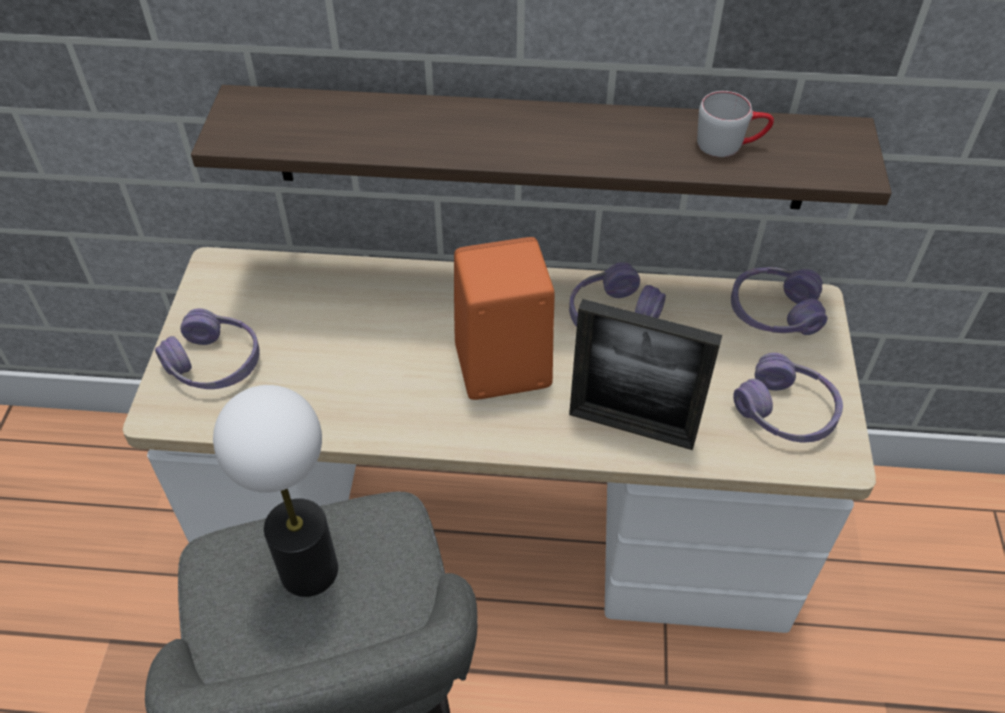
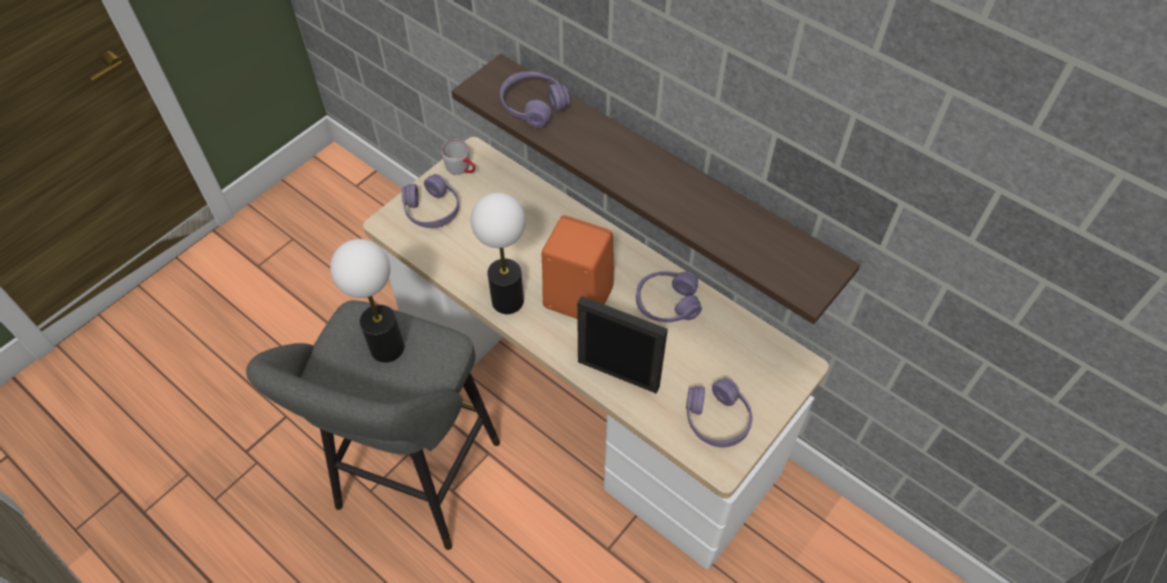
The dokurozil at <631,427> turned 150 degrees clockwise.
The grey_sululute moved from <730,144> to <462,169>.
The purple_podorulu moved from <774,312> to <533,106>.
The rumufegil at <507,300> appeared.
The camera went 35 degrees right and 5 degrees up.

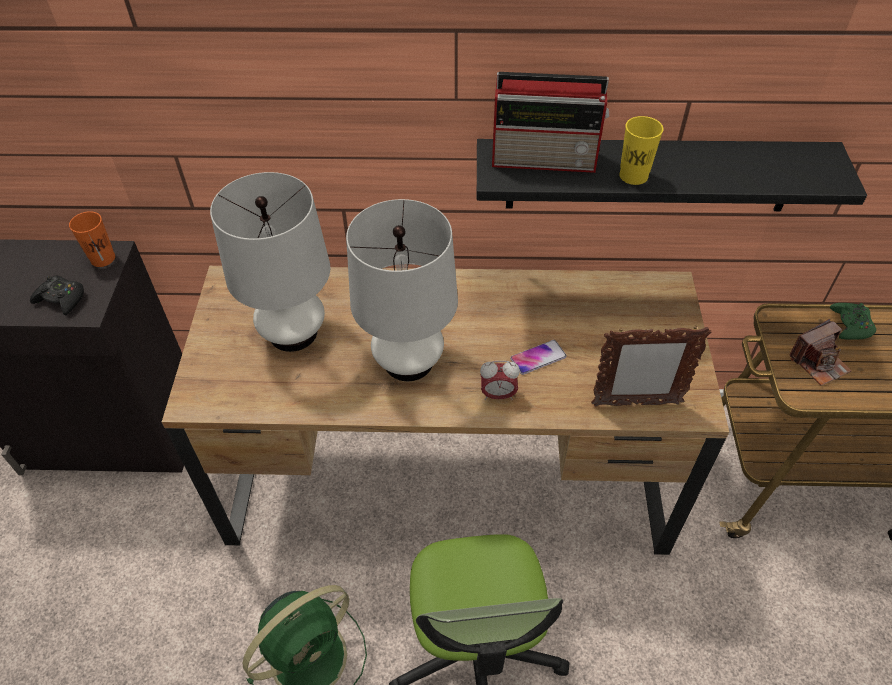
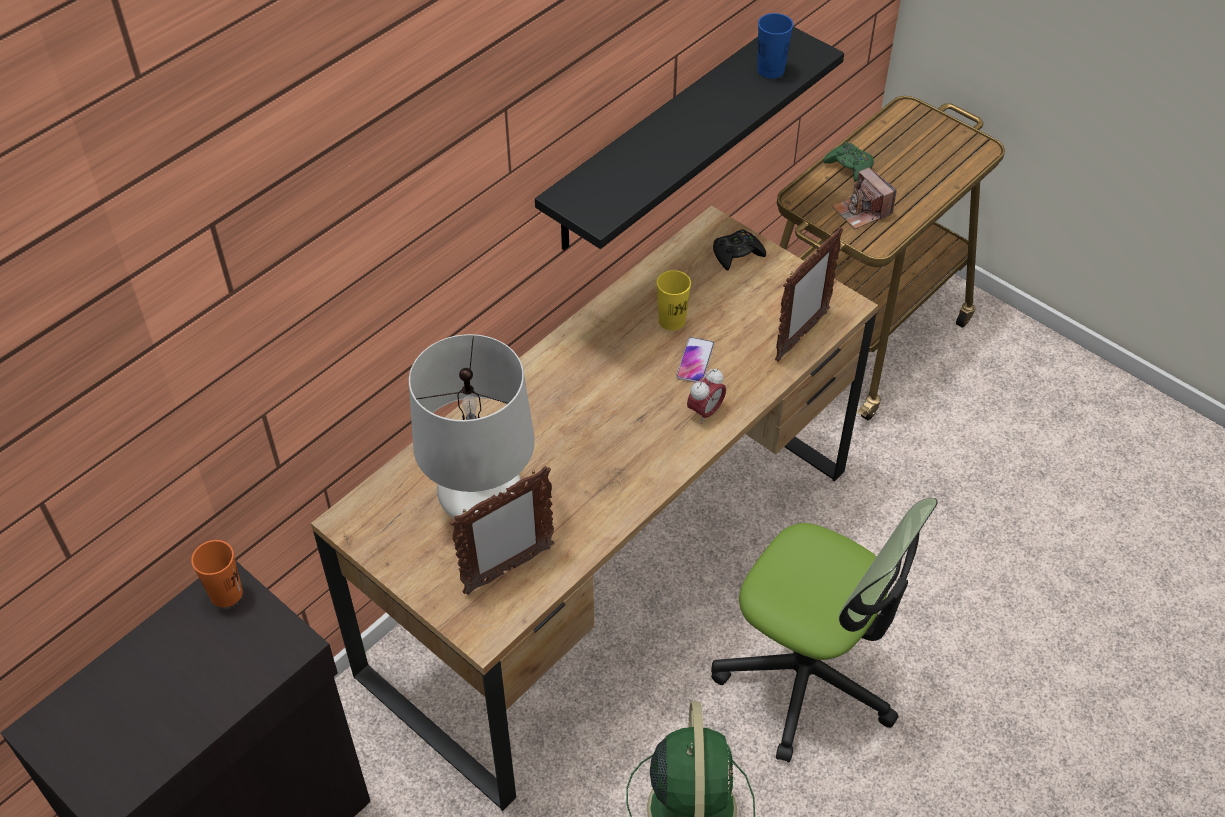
The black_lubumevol moved from <61,299> to <737,254>.
The white_rumufegil at <408,361> disappeared.
The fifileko at <546,159> disappeared.
The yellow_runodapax moved from <633,176> to <672,321>.
The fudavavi at <818,363> turned 135 degrees clockwise.
The dokurozil at <508,570> appeared.
The blue_runodapax at <770,70> appeared.
The camera went 50 degrees left and 0 degrees up.

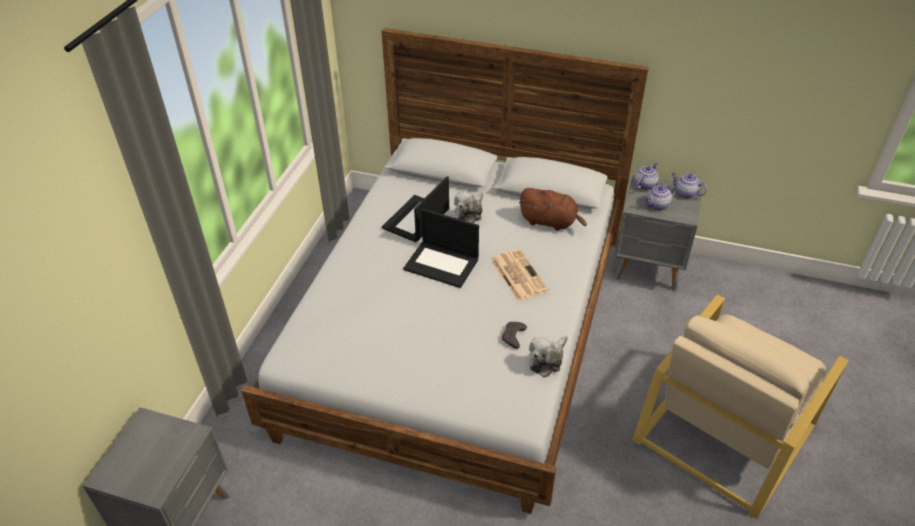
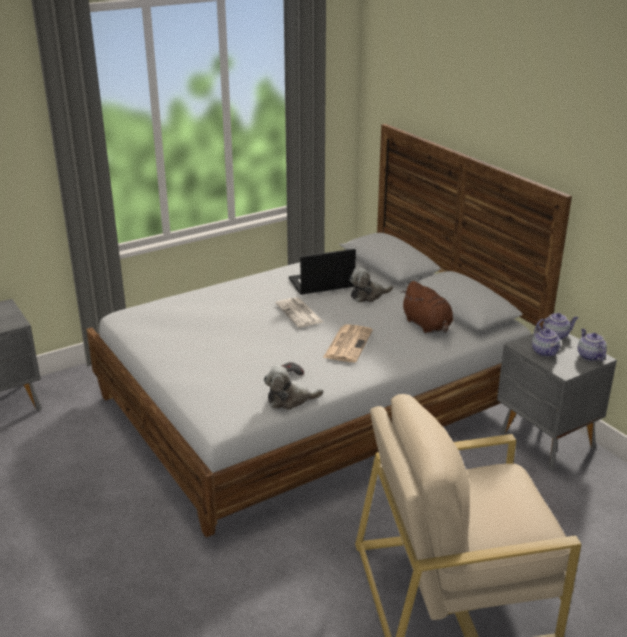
The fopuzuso at <442,264> was replaced by the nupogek at <300,313>.
The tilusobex at <657,205> turned 120 degrees counterclockwise.
The camera went 40 degrees right and 15 degrees down.

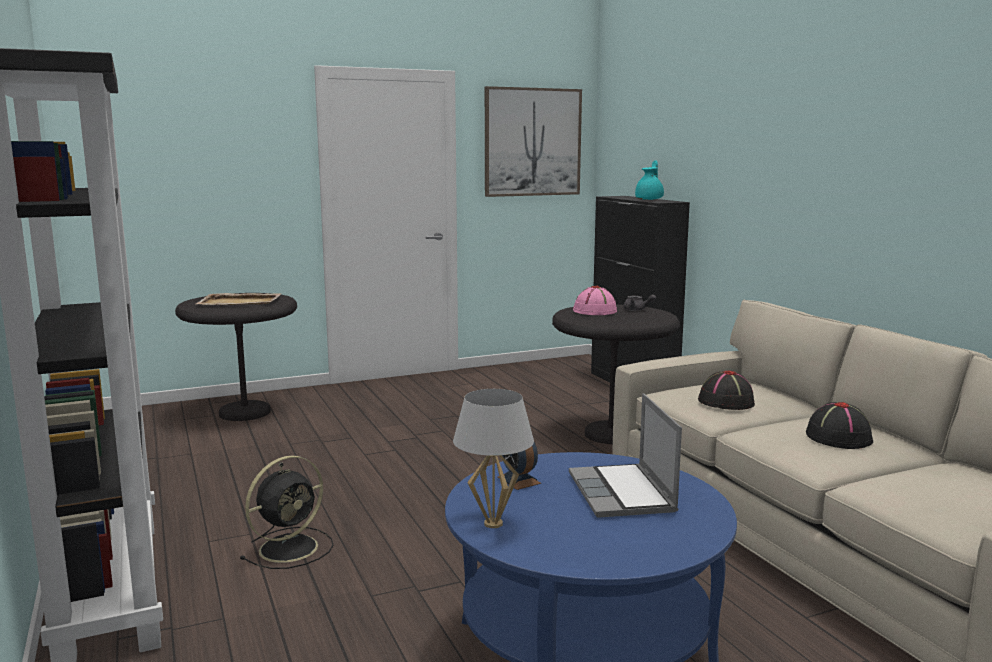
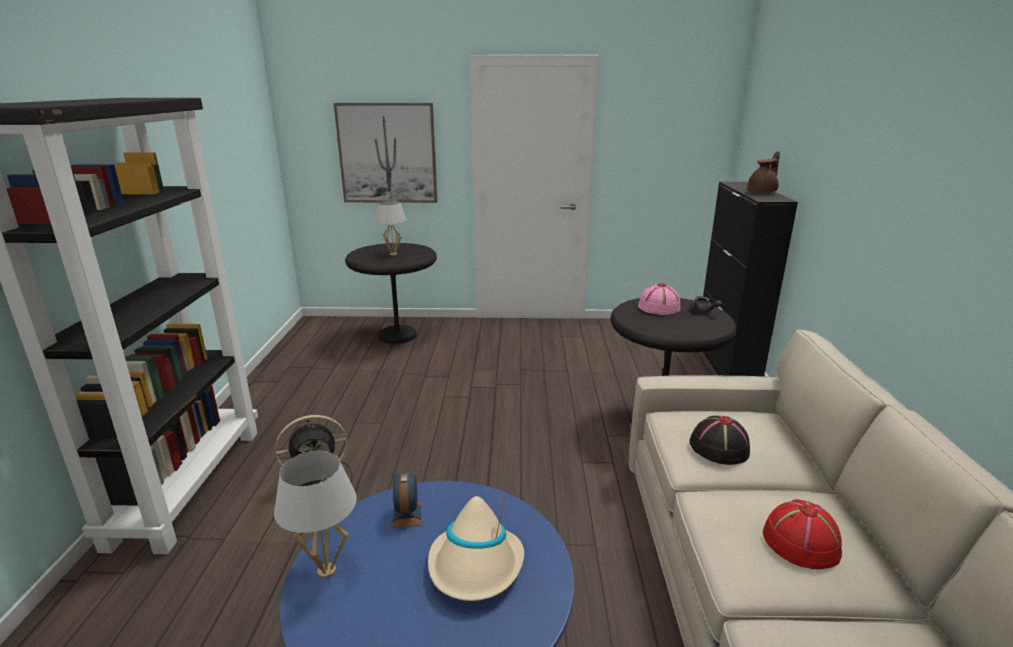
The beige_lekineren at <240,302> was replaced by the white_rumufegil at <393,254>.
The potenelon moved from <532,142> to <387,153>.
The fopuzuso at <623,493> was replaced by the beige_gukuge at <476,567>.
The turquoise_tilusobex at <650,199> became the brown_tilusobex at <762,192>.
The black_gukuge at <838,437> became the red_gukuge at <801,541>.
The camera went 25 degrees right and 10 degrees up.

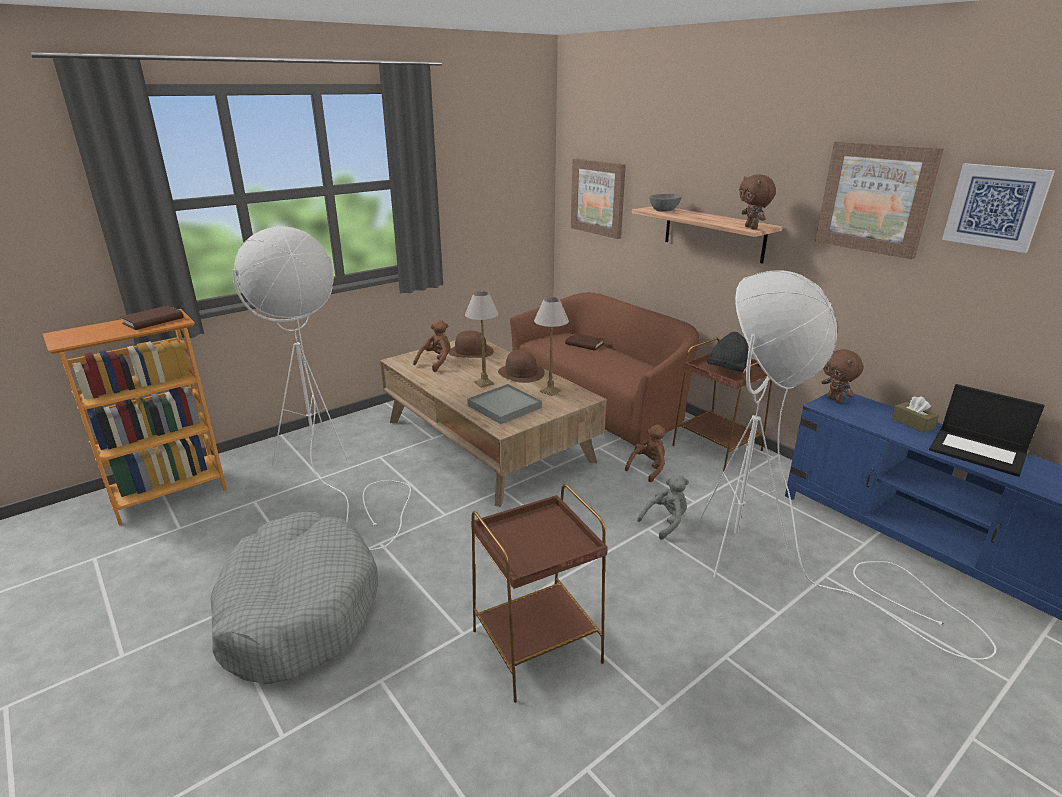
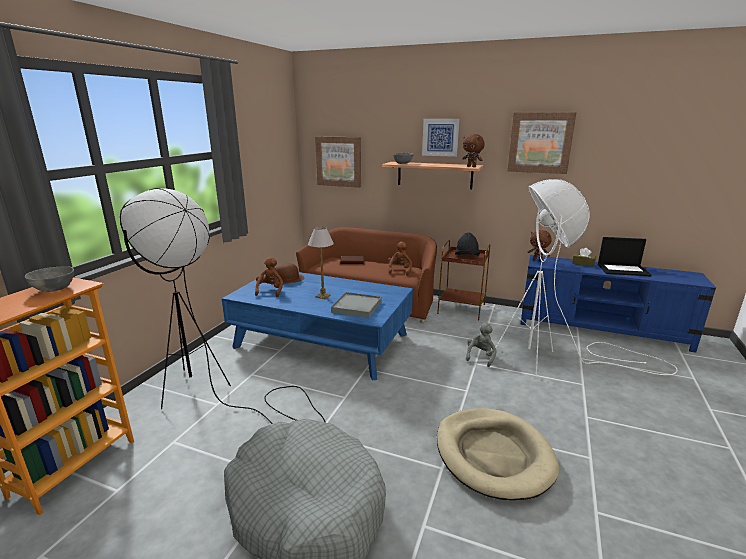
The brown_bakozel at <153,321> was replaced by the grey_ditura at <53,289>.
The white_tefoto at <329,468> became the black_tefoto at <217,395>.
The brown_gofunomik at <488,441> became the blue_gofunomik at <322,341>.
The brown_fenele at <538,646> was replaced by the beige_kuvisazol at <493,455>.
The brown_gukuge at <521,373> disappeared.
The rumufegil at <550,391> disappeared.
The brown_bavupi moved from <648,468> to <399,270>.
The potenelon moved from <995,207> to <440,137>.
The camera went 30 degrees left and 5 degrees down.

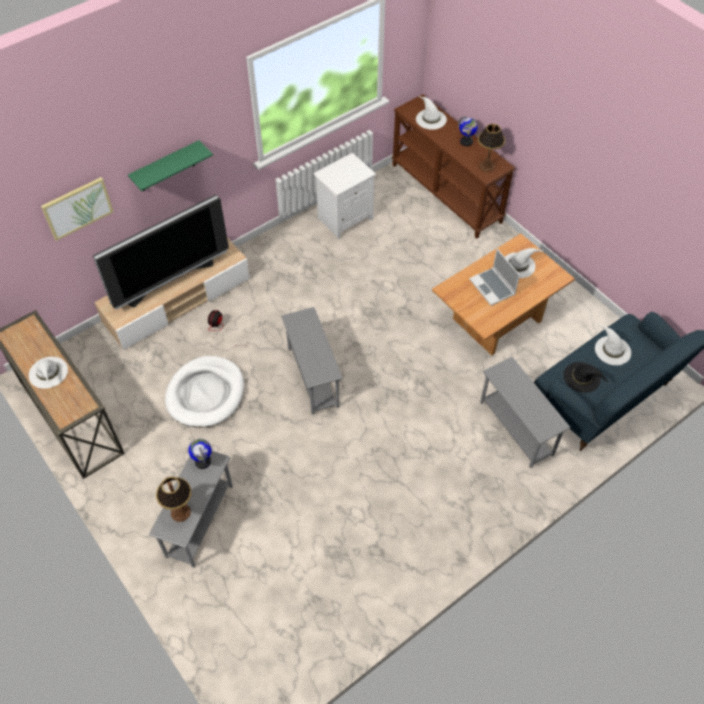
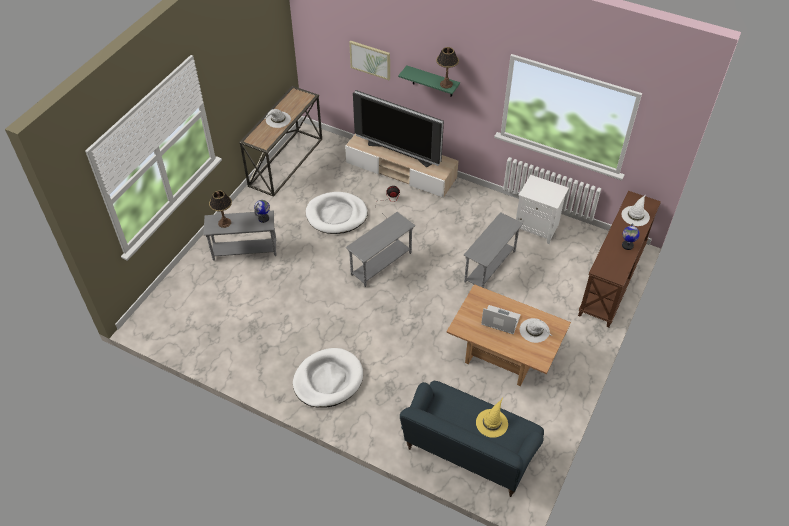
The fopuzuso at <493,287> turned 75 degrees clockwise.
The rumufegil moved from <487,166> to <446,84>.
The grey_fenele moved from <515,429> to <489,266>.
The black_gukuge at <582,377> disappeared.
The white_gukuge at <612,350> became the yellow_gukuge at <492,422>.
The white_kuvisazol at <328,380> appeared.
The camera went 65 degrees right and 5 degrees down.

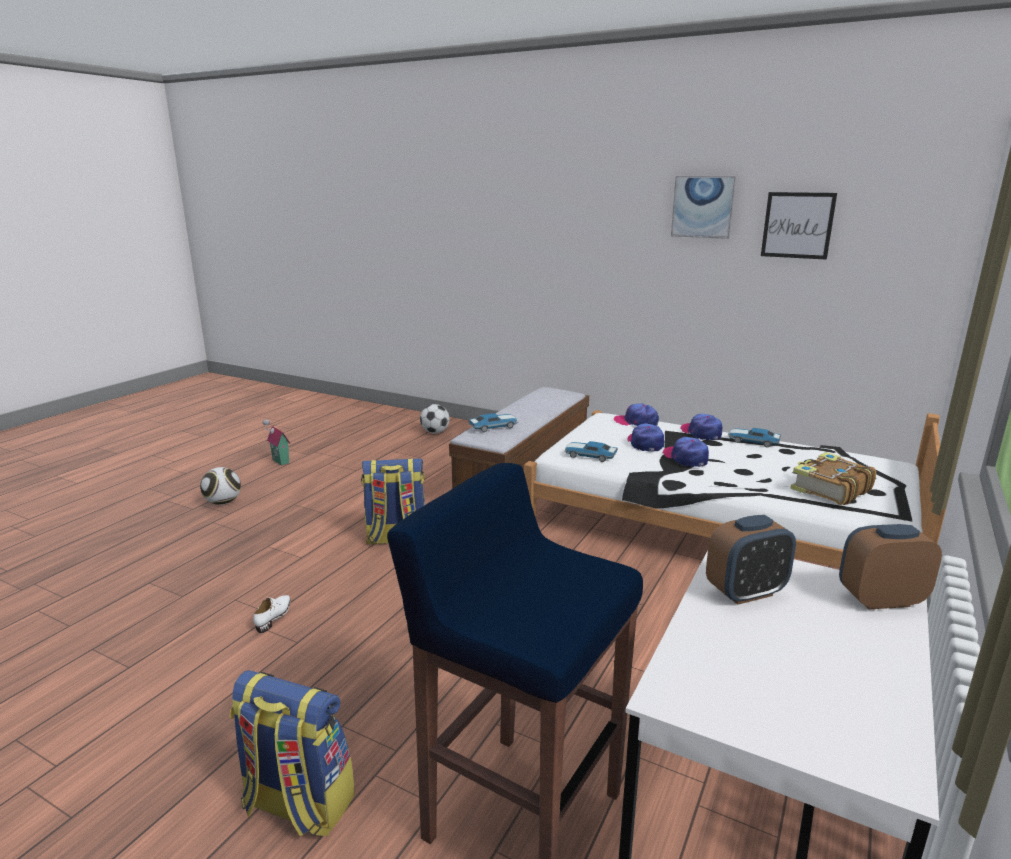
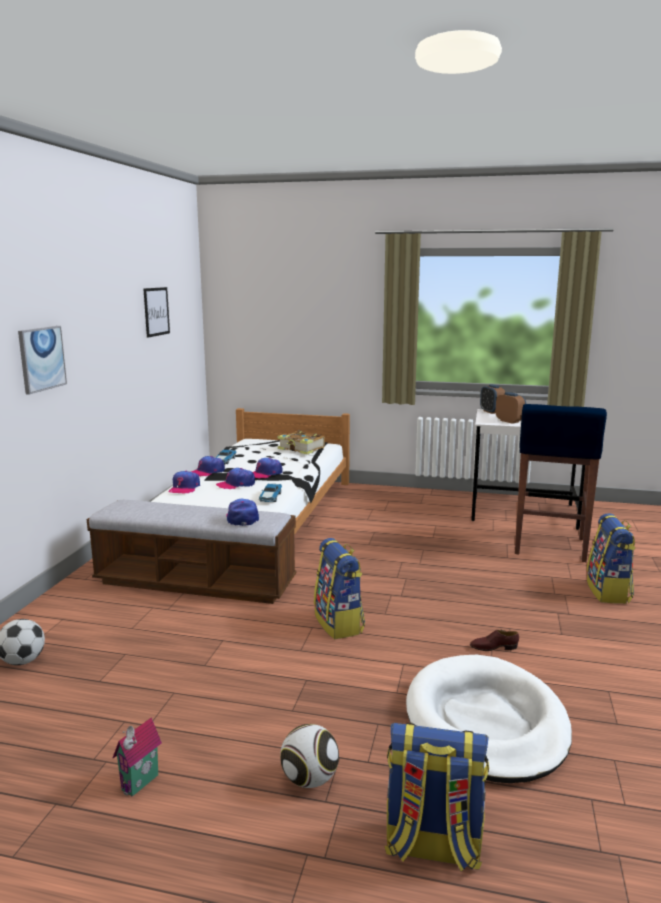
The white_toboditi at <274,616> became the brown_toboditi at <493,647>.
The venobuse at <494,427> was replaced by the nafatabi at <242,518>.
The potenelon moved from <703,207> to <41,359>.
The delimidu at <432,847> appeared.
The white_kuvisazol at <486,722> appeared.
The camera went 105 degrees left and 5 degrees down.

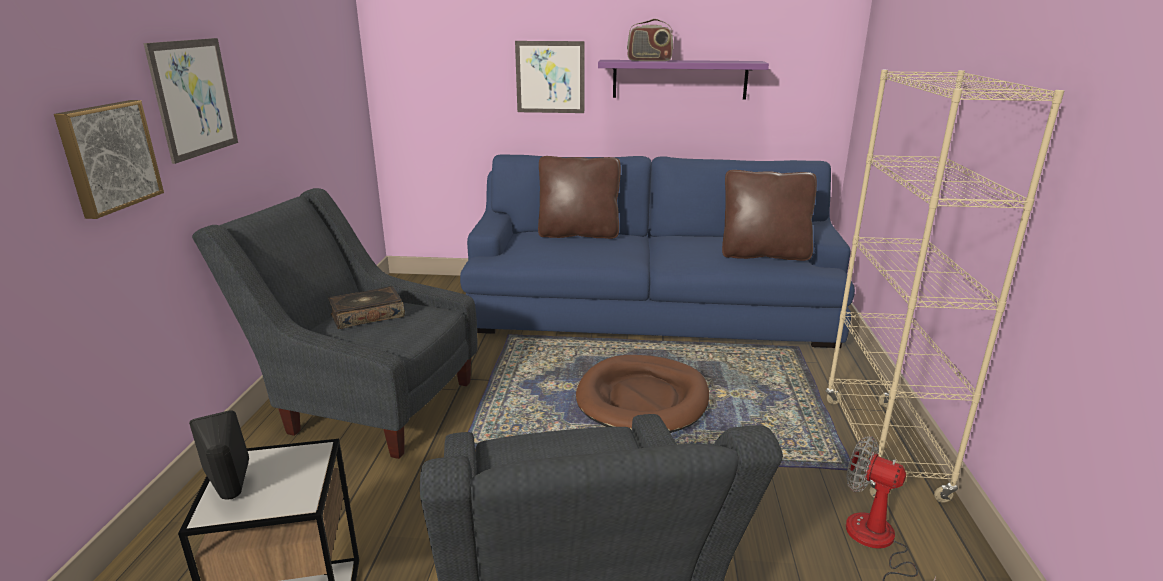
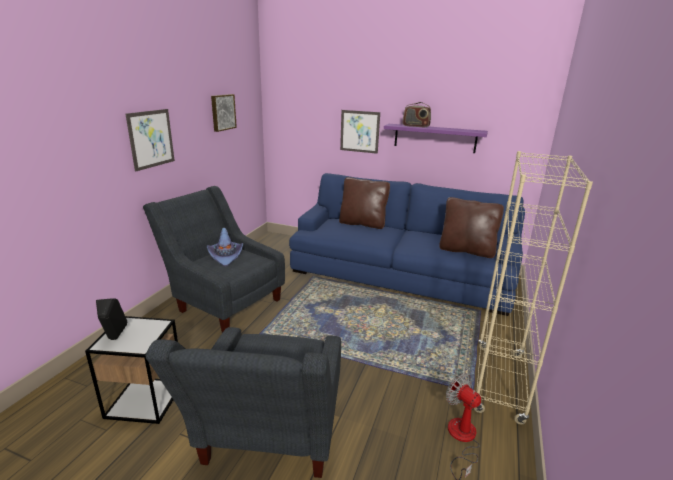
The potenelon moved from <108,157> to <222,112>.
The bakozel at <367,316> was replaced by the purple_gukuge at <226,256>.
The brown_kuvisazol at <643,399> disappeared.
The camera went 15 degrees right and 0 degrees up.

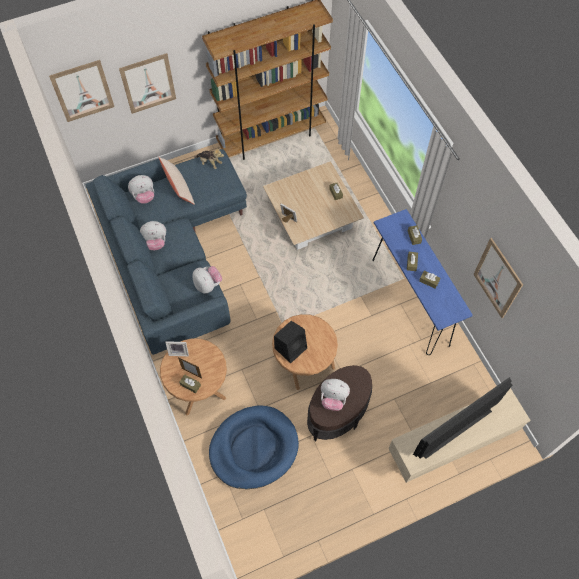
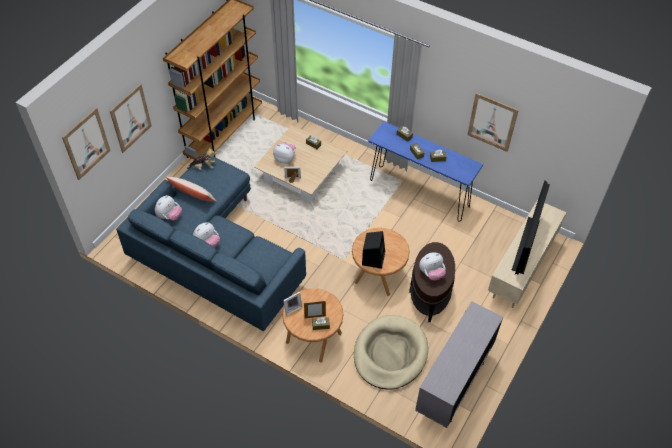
The bavupi moved from <208,285> to <285,159>.
The blue_kuvisazol at <253,448> became the beige_kuvisazol at <390,354>.
The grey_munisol at <453,385> appeared.
The camera went 35 degrees left and 10 degrees down.

